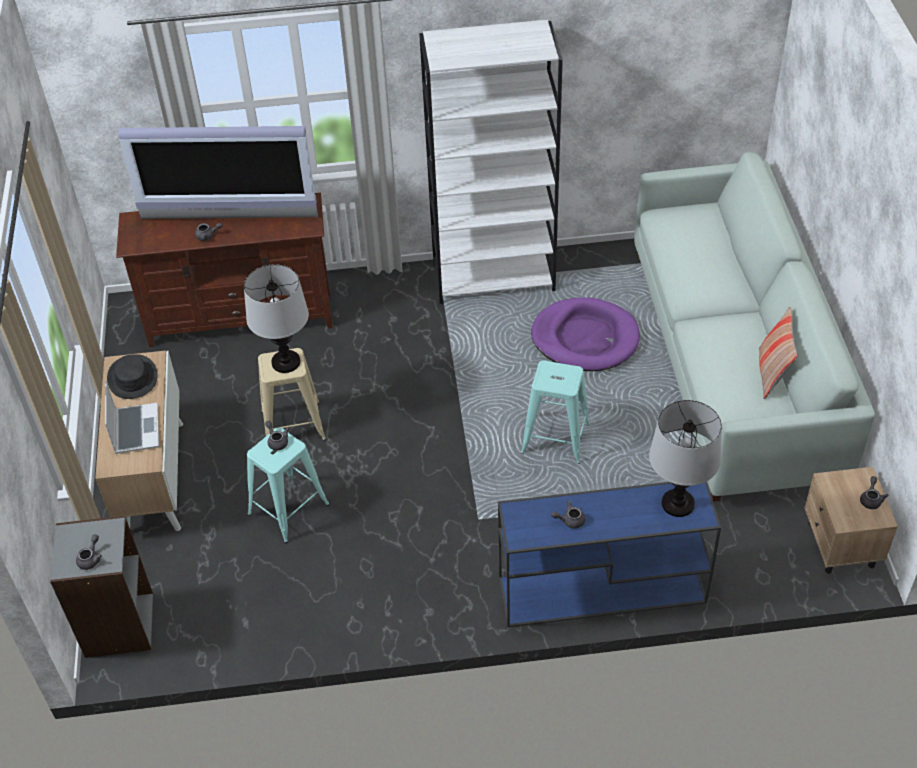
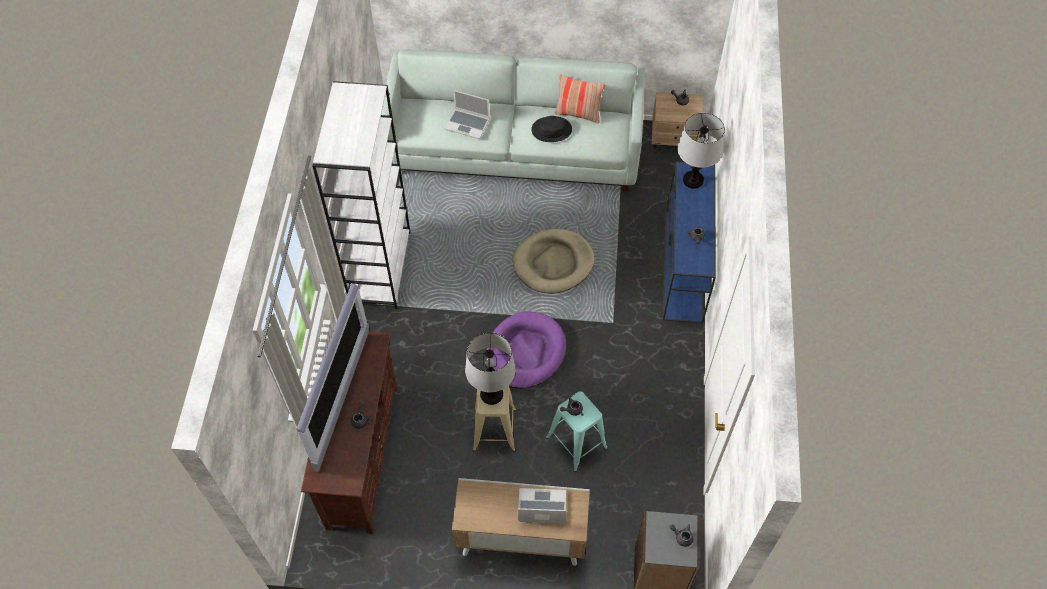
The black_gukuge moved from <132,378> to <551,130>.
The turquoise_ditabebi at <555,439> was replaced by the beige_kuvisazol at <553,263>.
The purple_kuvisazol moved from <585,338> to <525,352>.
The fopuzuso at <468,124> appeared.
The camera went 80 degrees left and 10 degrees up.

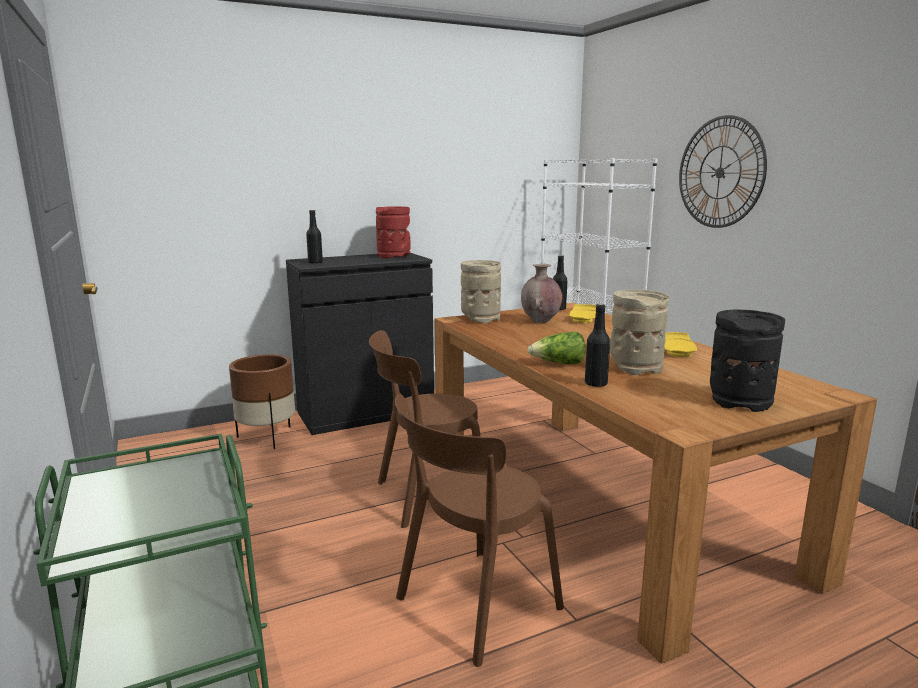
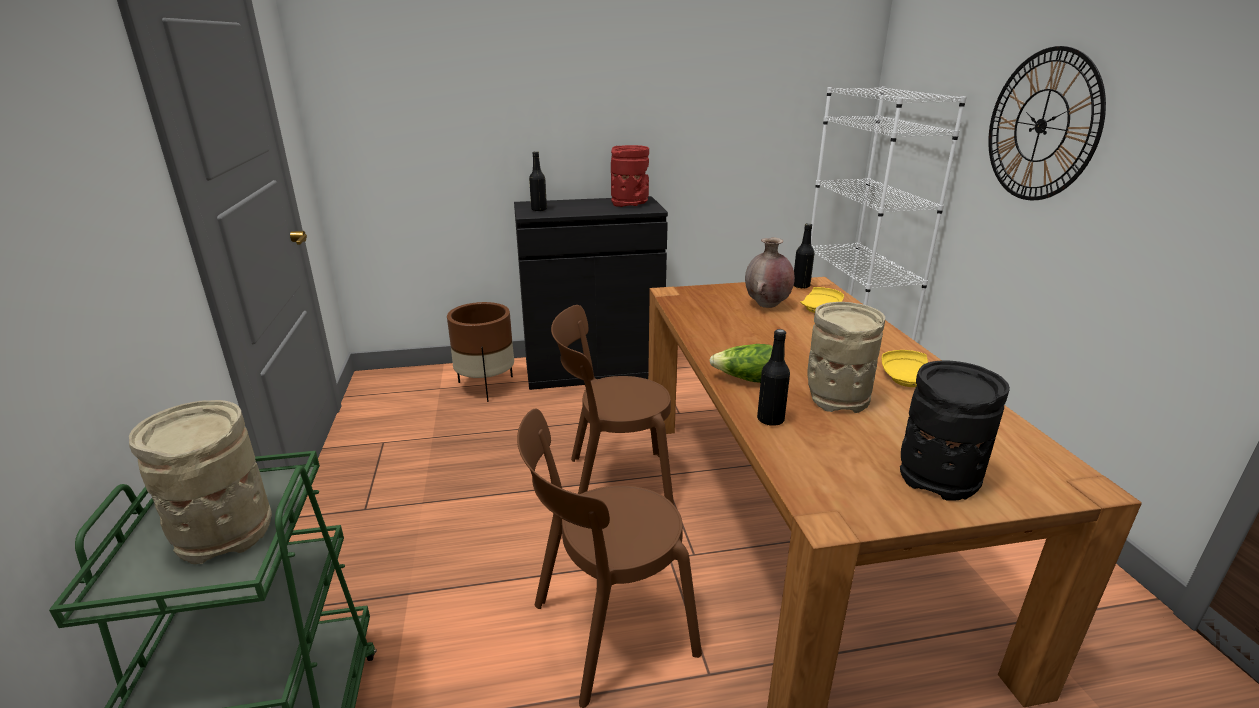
The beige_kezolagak moved from <480,318> to <224,531>.
The camera went 15 degrees right and 10 degrees up.

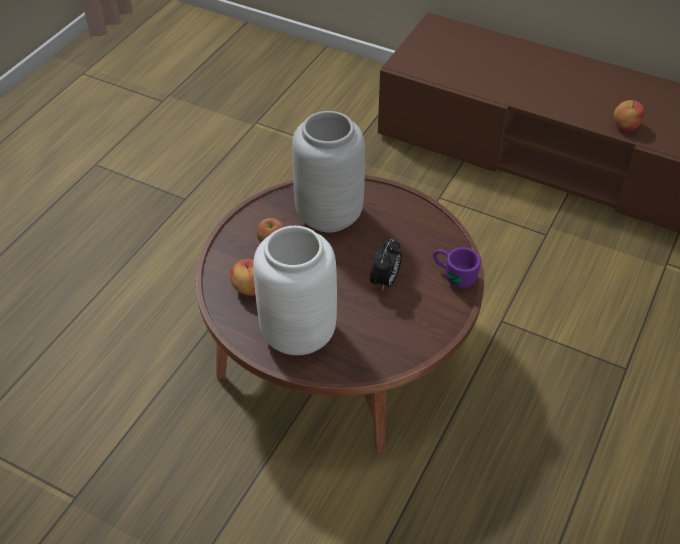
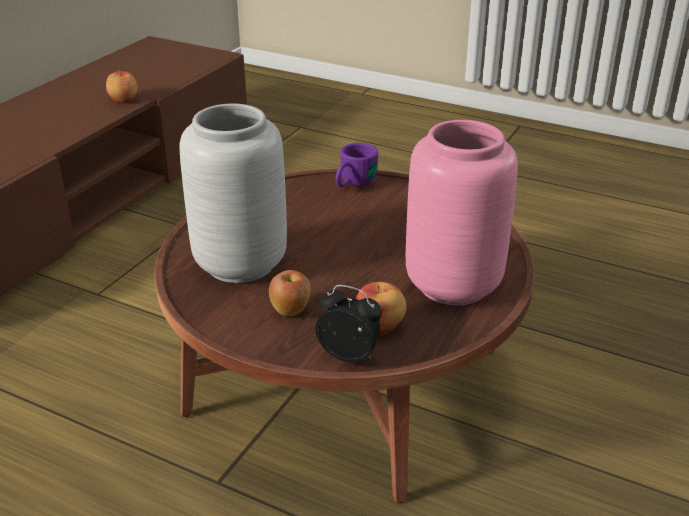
The white_kezolagak at <297,334> became the pink_kezolagak at <455,286>.
The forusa moved from <385,281> to <350,355>.
The camera went 90 degrees left and 15 degrees down.

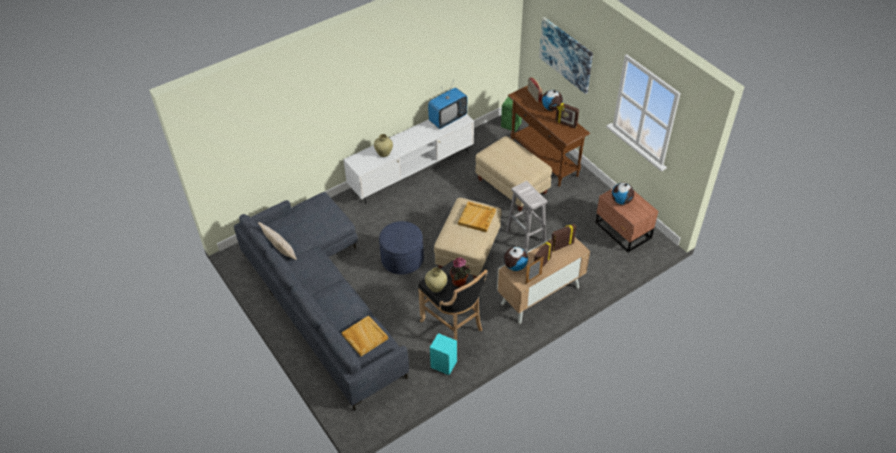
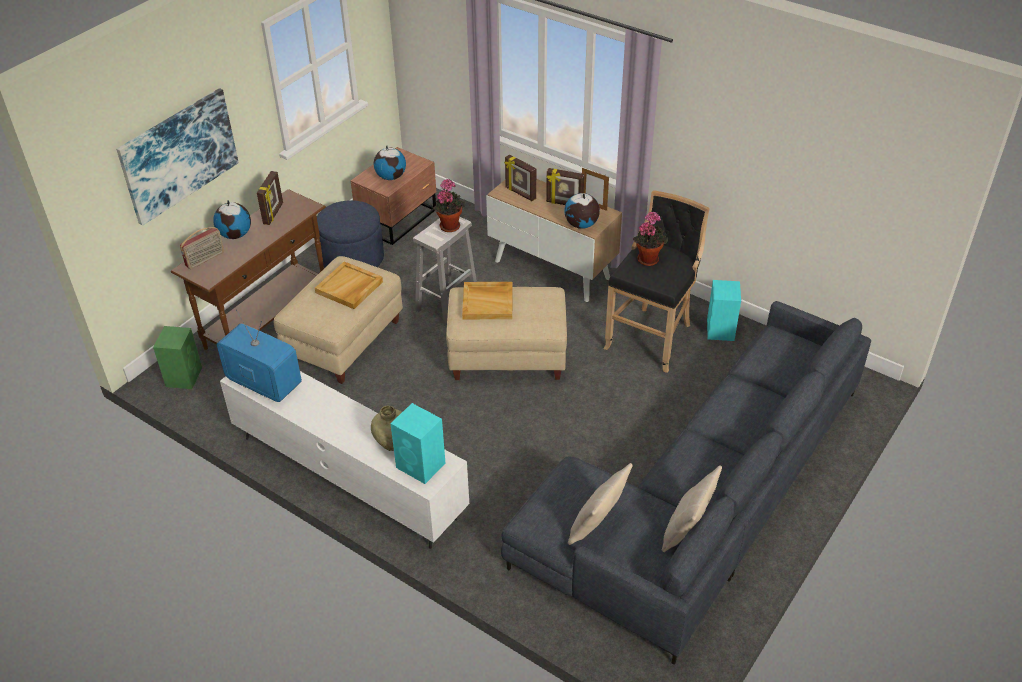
The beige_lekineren moved from <364,337> to <349,287>.
The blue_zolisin moved from <402,259> to <352,259>.
The beige_kezolagak at <436,288> disappeared.
The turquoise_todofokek at <421,466> appeared.
The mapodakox at <449,225> appeared.
The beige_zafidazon at <597,525> appeared.
The camera went 110 degrees left and 5 degrees down.

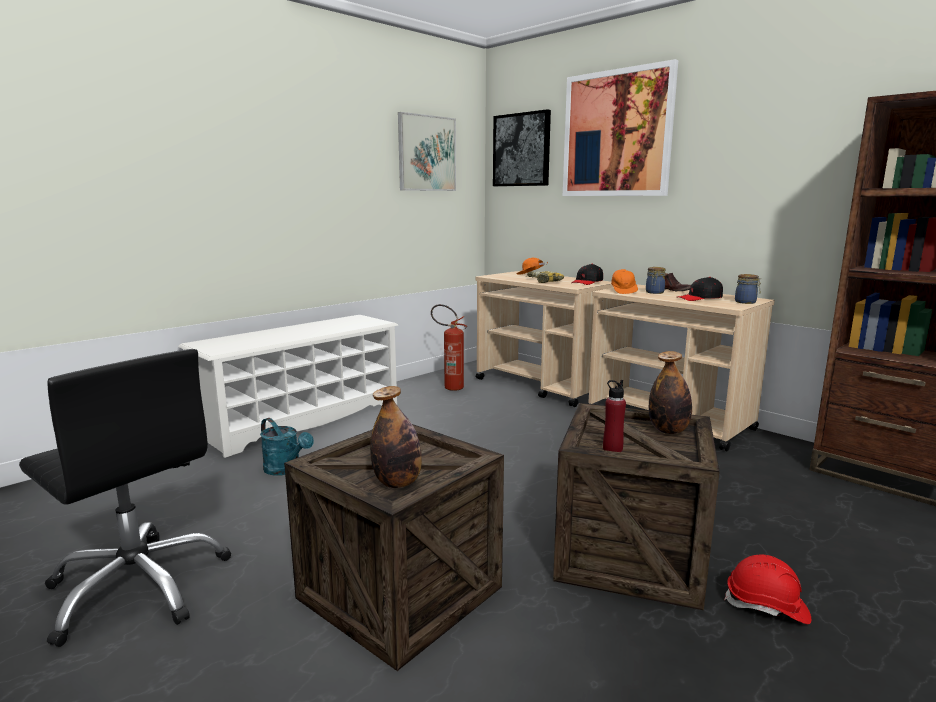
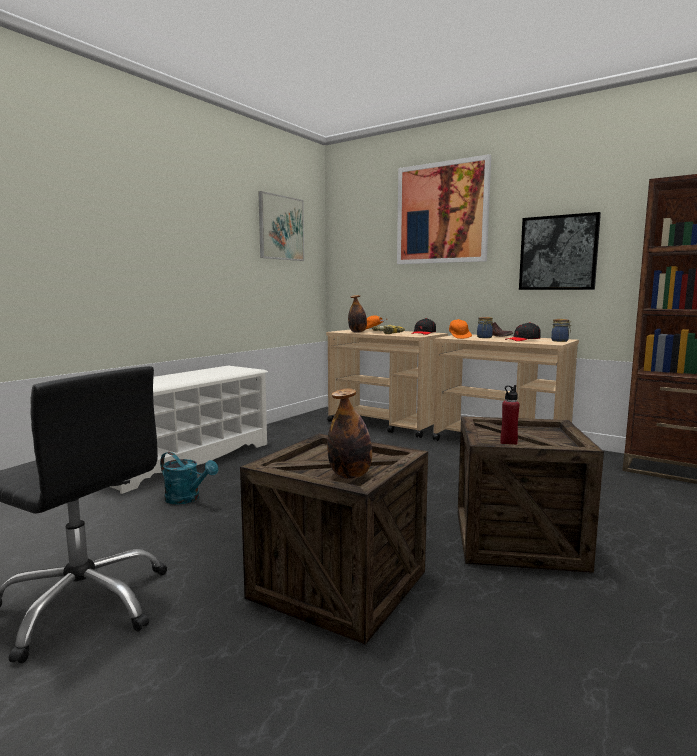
The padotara at <449,387> disappeared.
The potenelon moved from <521,150> to <558,253>.
The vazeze moved from <668,431> to <357,332>.
The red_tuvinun at <767,607> disappeared.
The camera went 10 degrees left and 5 degrees down.

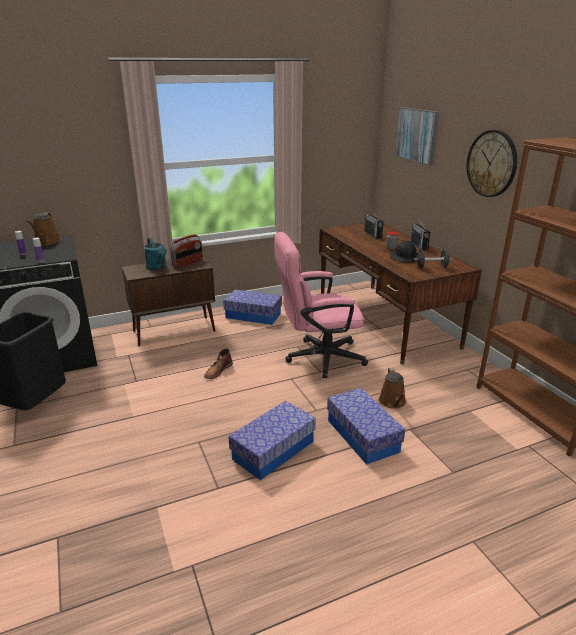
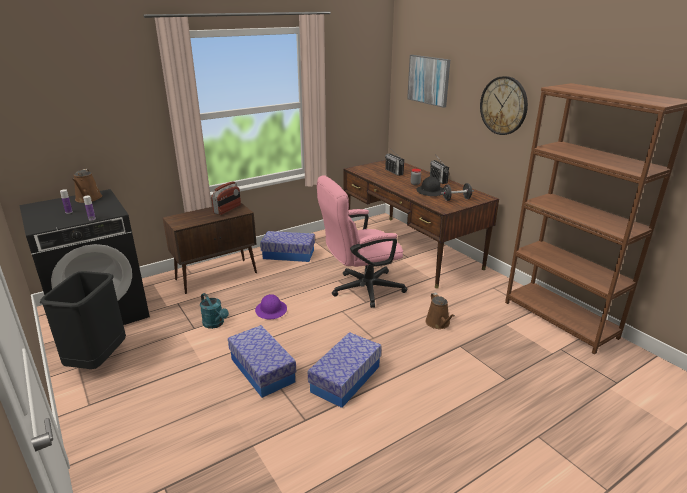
The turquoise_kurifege moved from <158,268> to <215,324>.
The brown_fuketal at <218,370> was replaced by the purple_tuvinun at <271,310>.
The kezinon moved from <362,435> to <262,370>.
The camera went 10 degrees left and 0 degrees up.

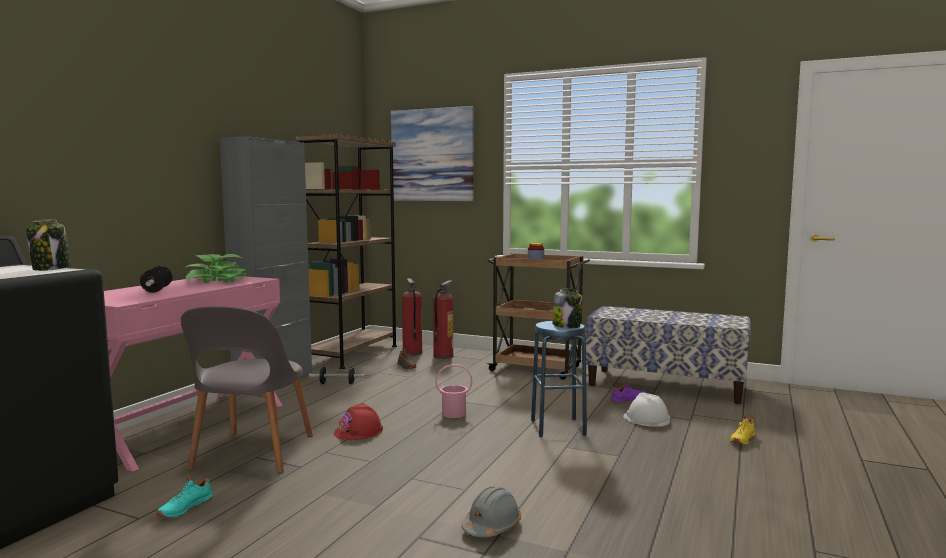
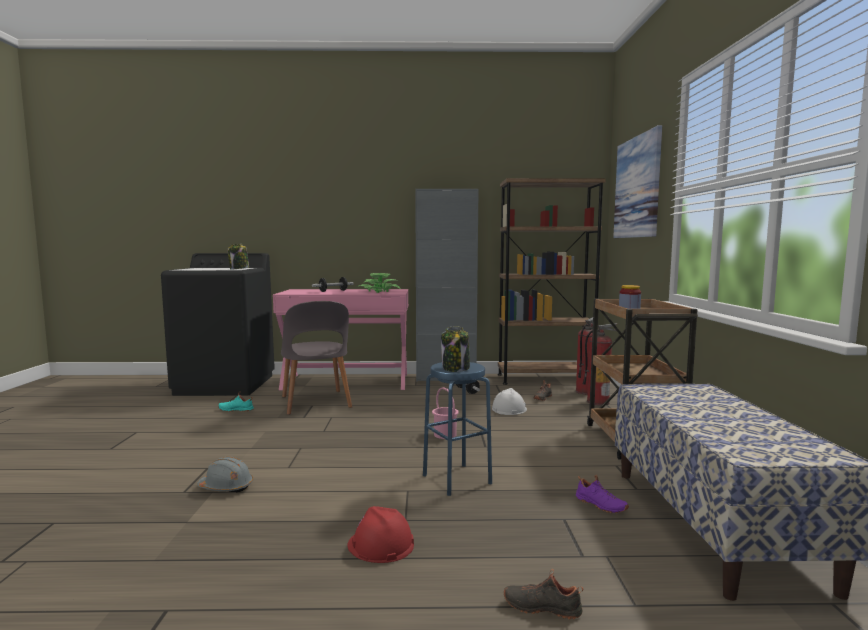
The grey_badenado at <251,454> turned 90 degrees counterclockwise.
The red_tuvinun moved from <358,431> to <380,544>.
The white_tuvinun moved from <646,419> to <509,409>.
The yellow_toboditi at <741,440> became the black_toboditi at <542,606>.
The camera went 65 degrees right and 0 degrees up.

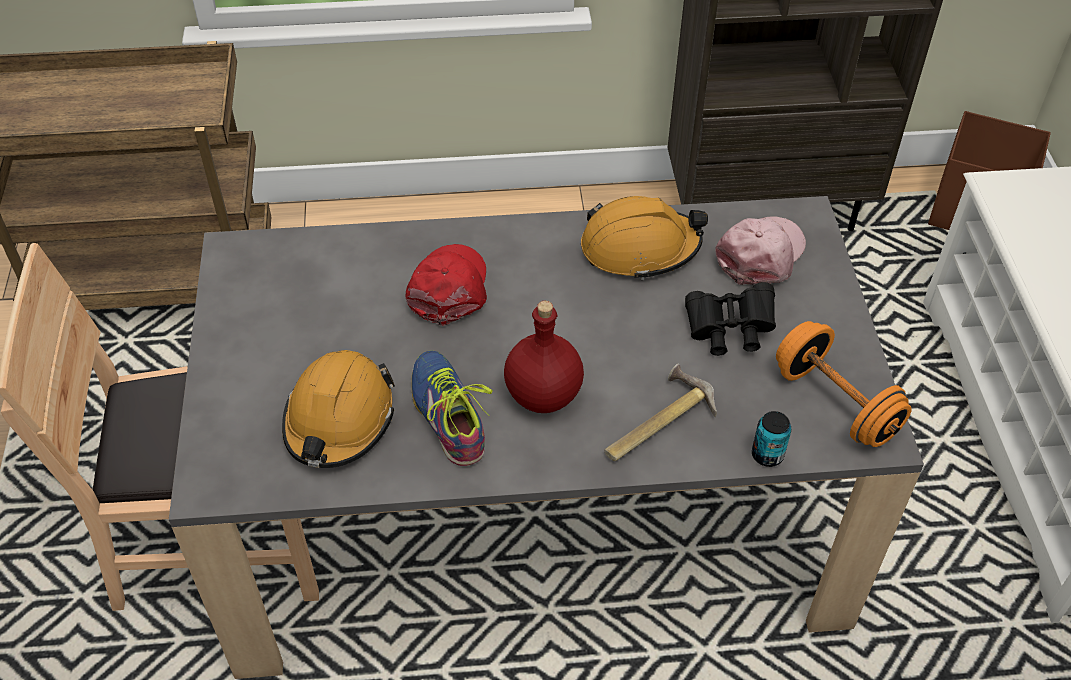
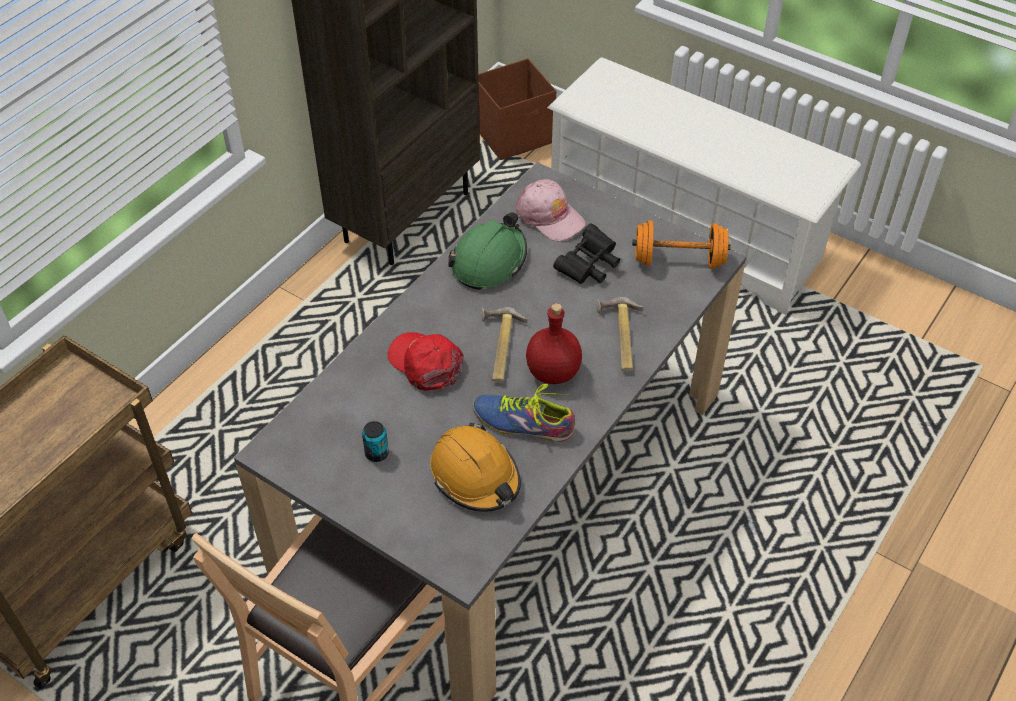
The orange_tuvinun at <640,248> became the green_tuvinun at <489,261>.
The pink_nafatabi at <761,254> turned 150 degrees clockwise.
The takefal moved from <767,455> to <376,453>.
The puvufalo at <498,347> appeared.
The camera went 50 degrees left and 0 degrees up.

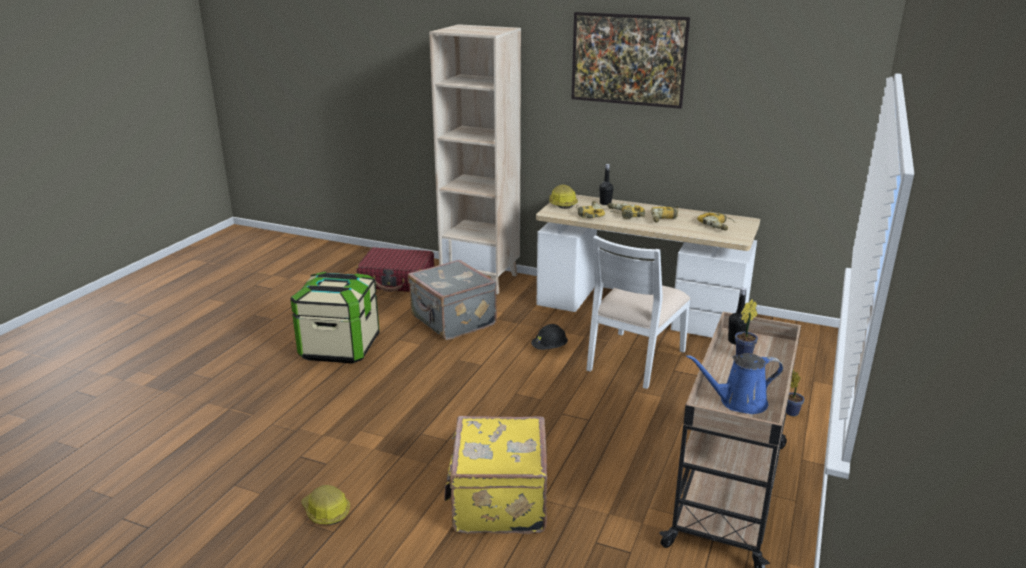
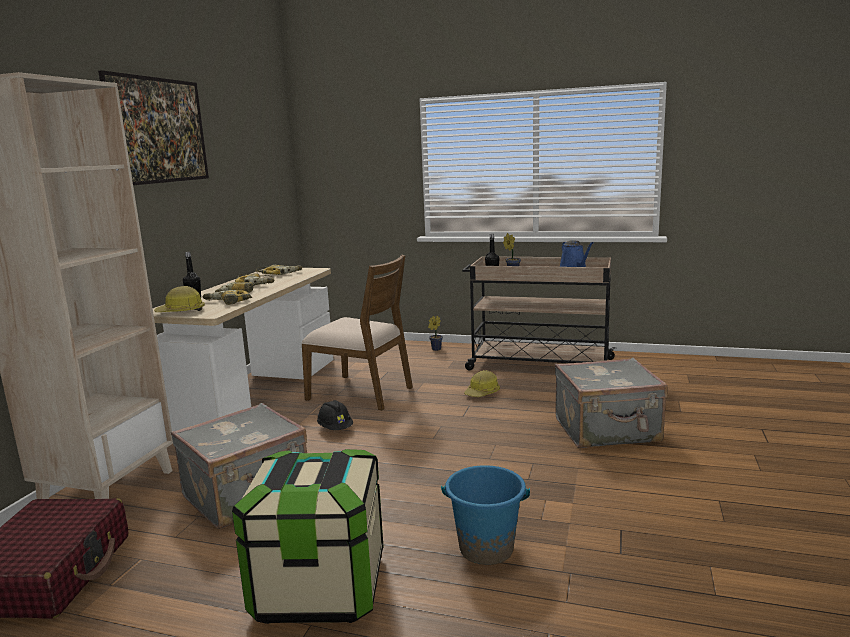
The tuvinun moved from <325,511> to <482,393>.
The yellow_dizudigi at <497,501> became the grey_dizudigi at <607,431>.
The white_badenado at <634,360> became the brown_badenado at <361,393>.
The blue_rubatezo at <486,548> appeared.
The camera went 95 degrees left and 10 degrees down.

